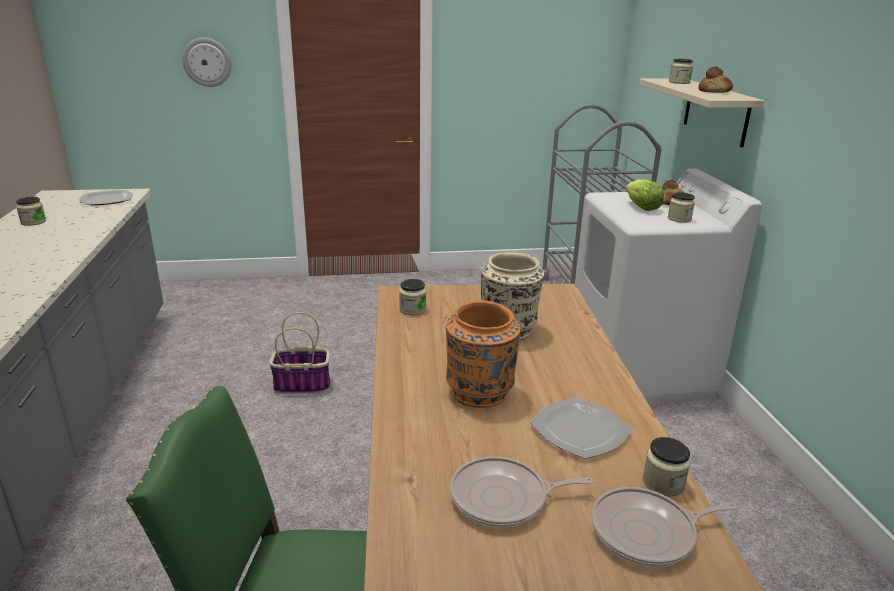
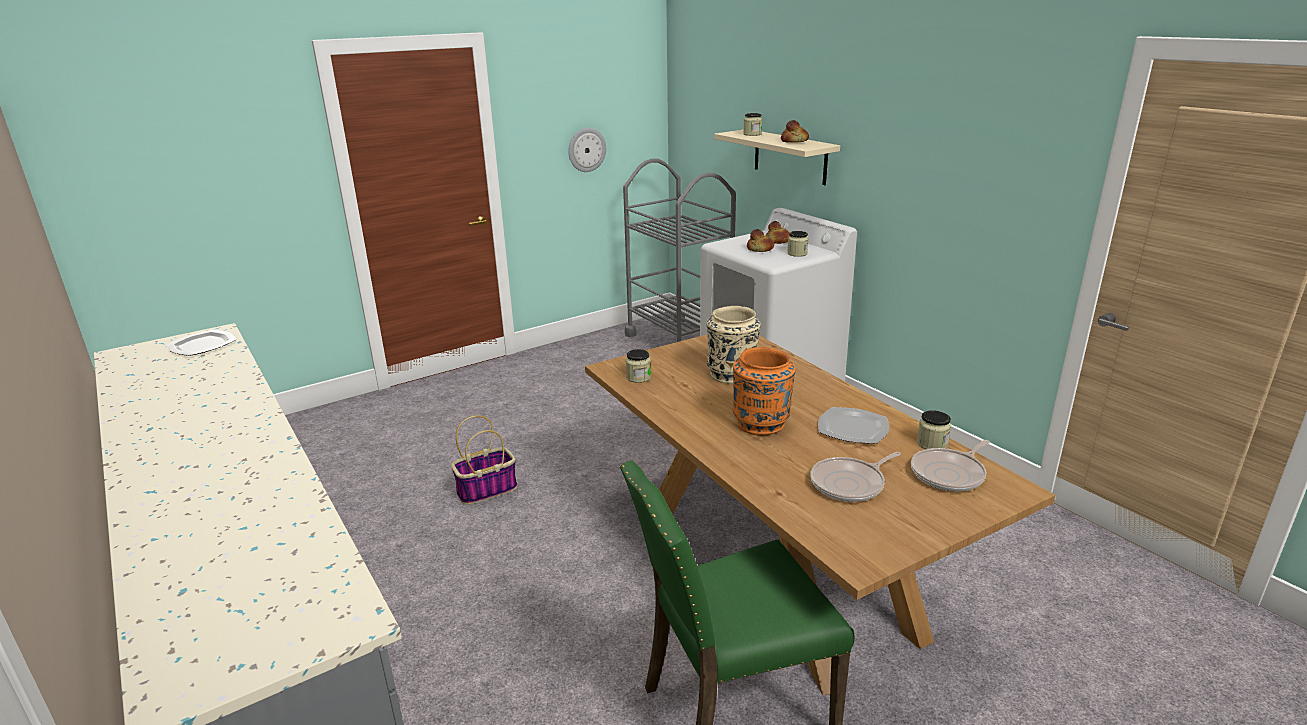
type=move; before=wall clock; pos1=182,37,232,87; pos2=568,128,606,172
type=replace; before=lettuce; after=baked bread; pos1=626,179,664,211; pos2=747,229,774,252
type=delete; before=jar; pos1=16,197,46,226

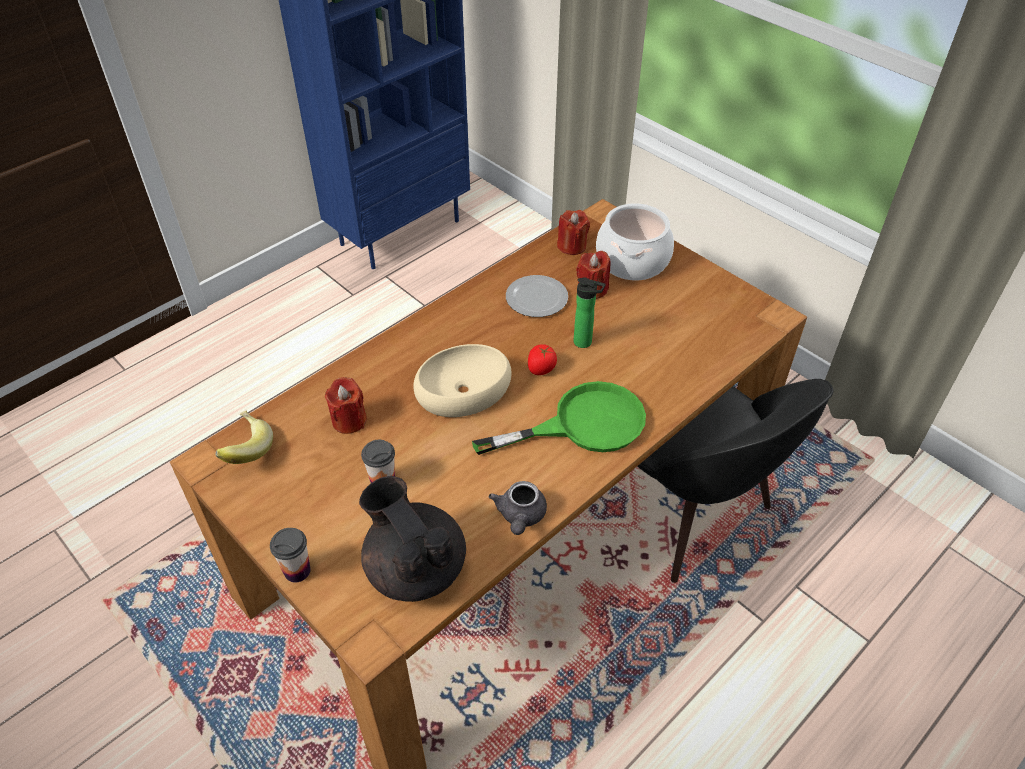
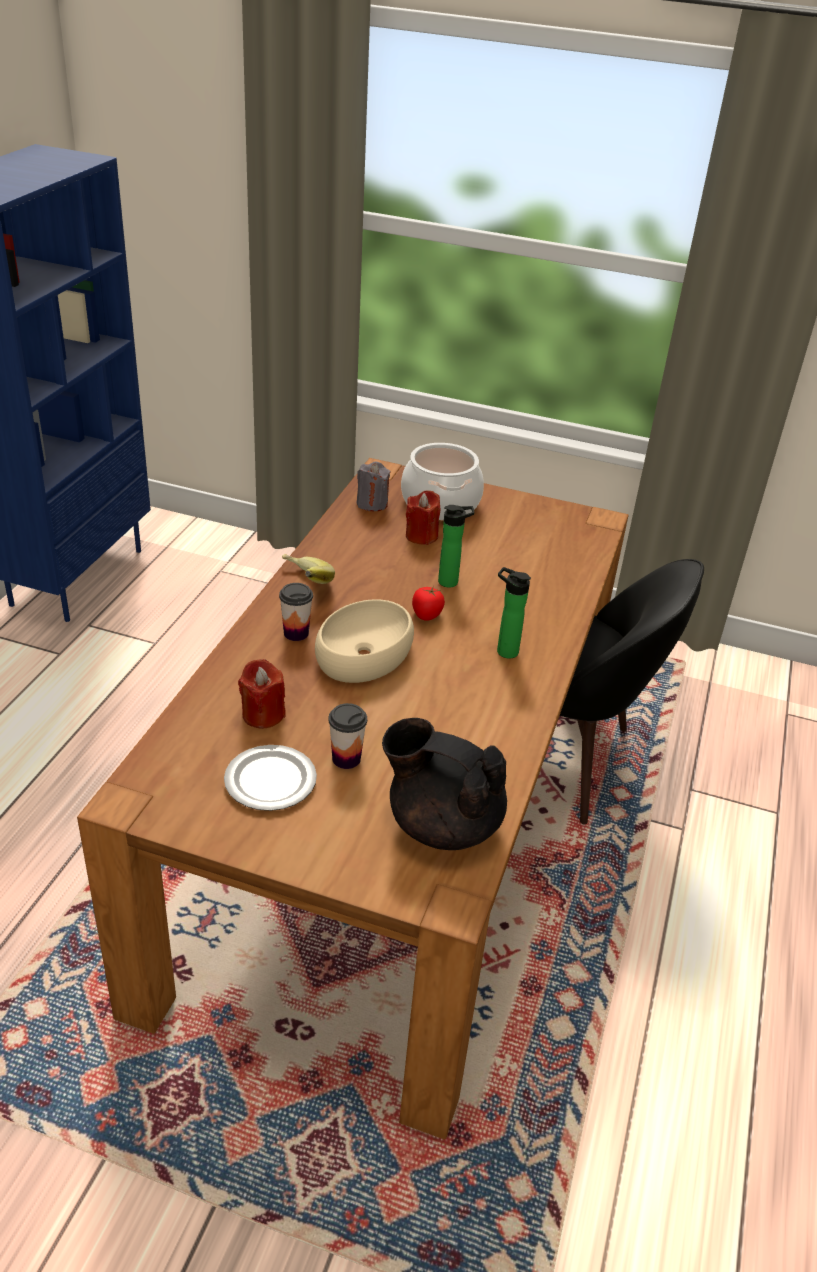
type=recolor; before=wax candle (red-coloured); after=wax candle (gray); pos1=557,210,590,255; pos2=357,461,390,511
type=move; before=flat dish; pos1=506,275,568,317; pos2=224,745,317,811
type=replace; before=skillet (green); after=bottle; pos1=472,381,646,455; pos2=497,567,531,658
type=move; before=banana fruit; pos1=215,410,273,464; pos2=282,554,335,584
type=delete; before=teapot (gray); pos1=488,481,547,535
type=move; before=drinking cup; pos1=270,528,311,582; pos2=279,583,313,641

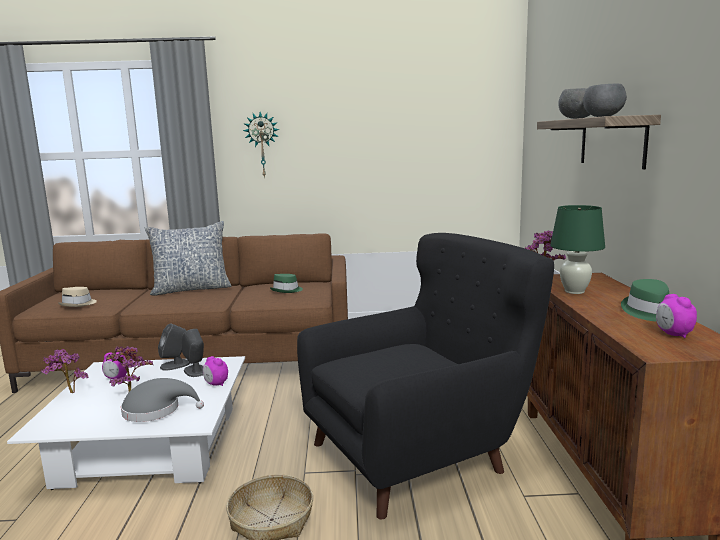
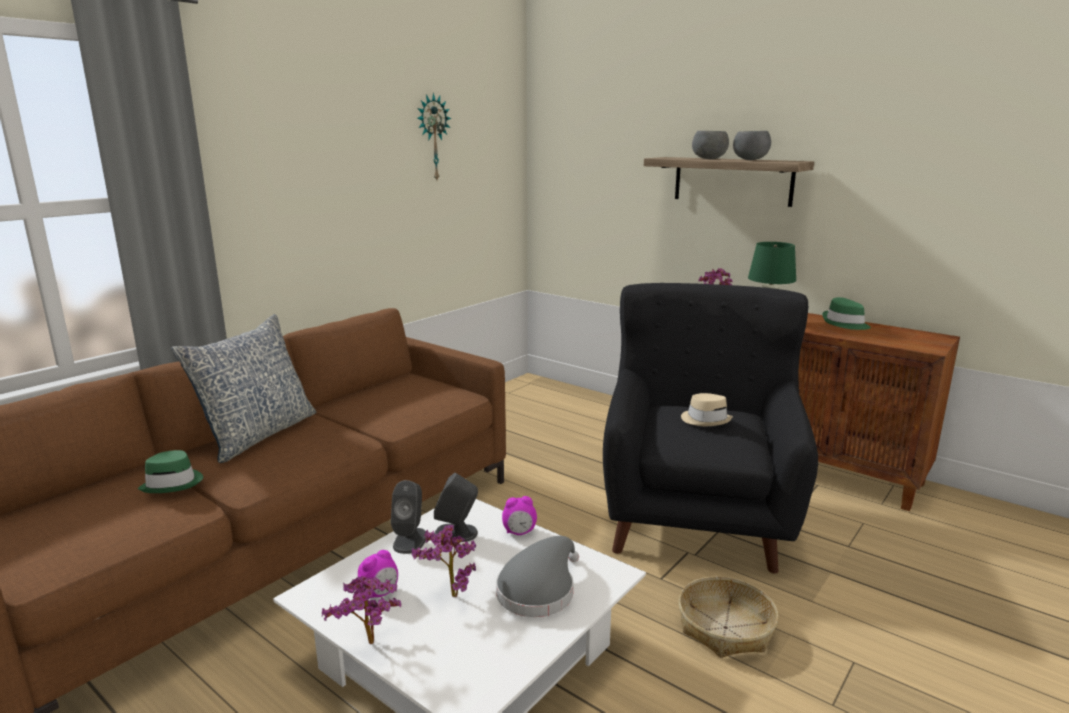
type=move; before=wall clock; pos1=243,112,279,178; pos2=417,93,451,180
type=move; before=hat (green); pos1=270,274,303,293; pos2=138,450,203,493
type=move; before=hat (sand-coloured); pos1=58,287,97,307; pos2=681,393,733,426
type=delete; before=bedside clock; pos1=656,294,697,338

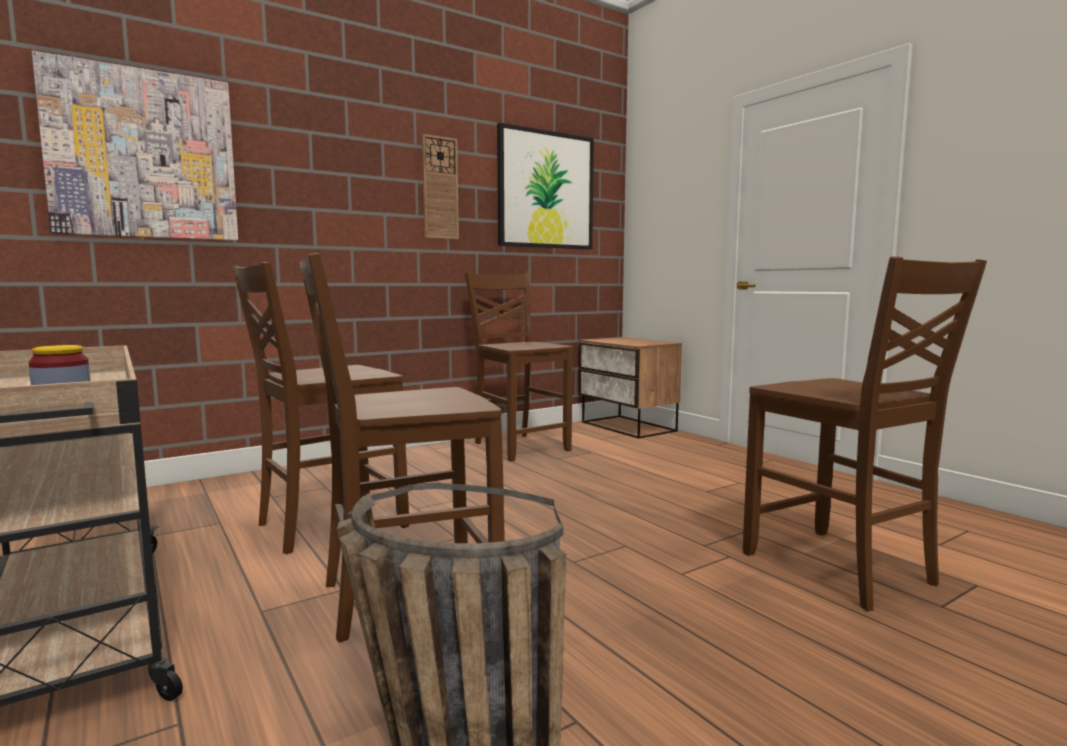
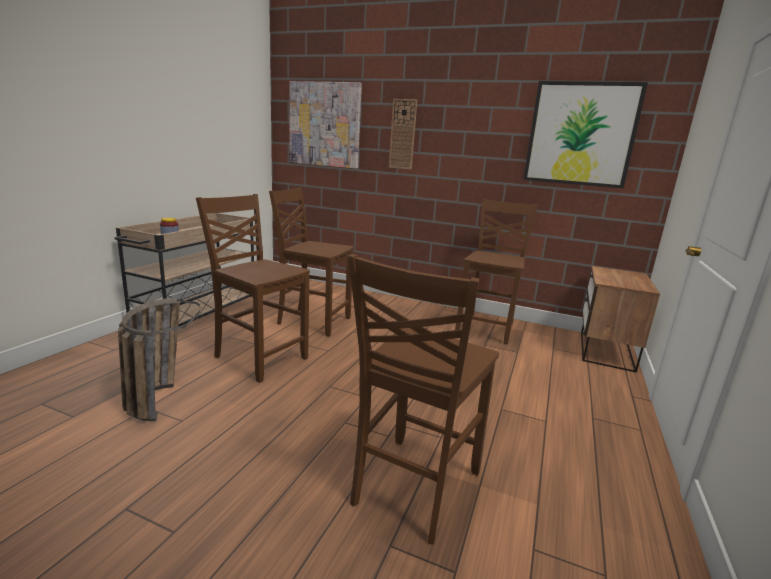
type=move; before=wall clock; pos1=422,134,459,239; pos2=389,99,417,170

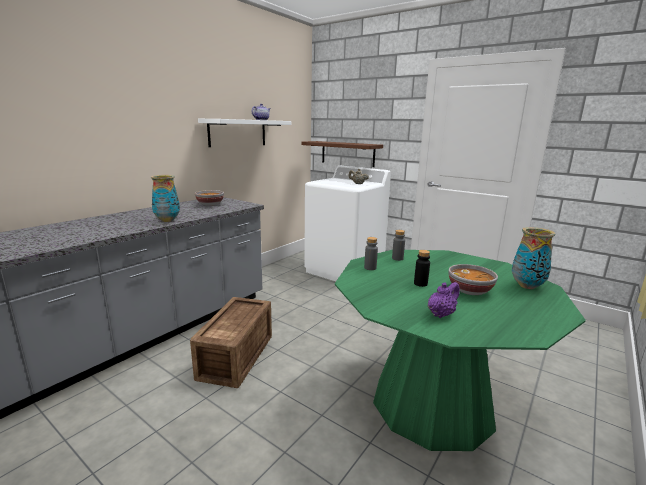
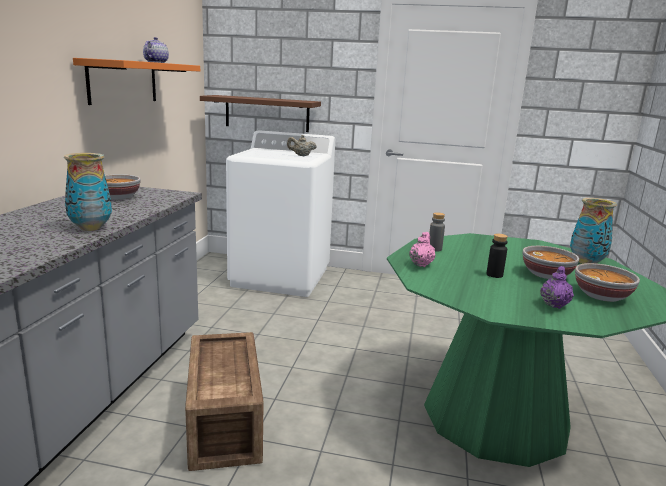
type=recolor; before=shelf (white); after=shelf (orangey); pos1=198,119,291,147; pos2=73,58,200,105
type=replace; before=bottle (gray); after=teapot (pinkish); pos1=364,237,378,270; pos2=409,232,435,267
type=insert; after=deep dish; pos2=575,263,640,302

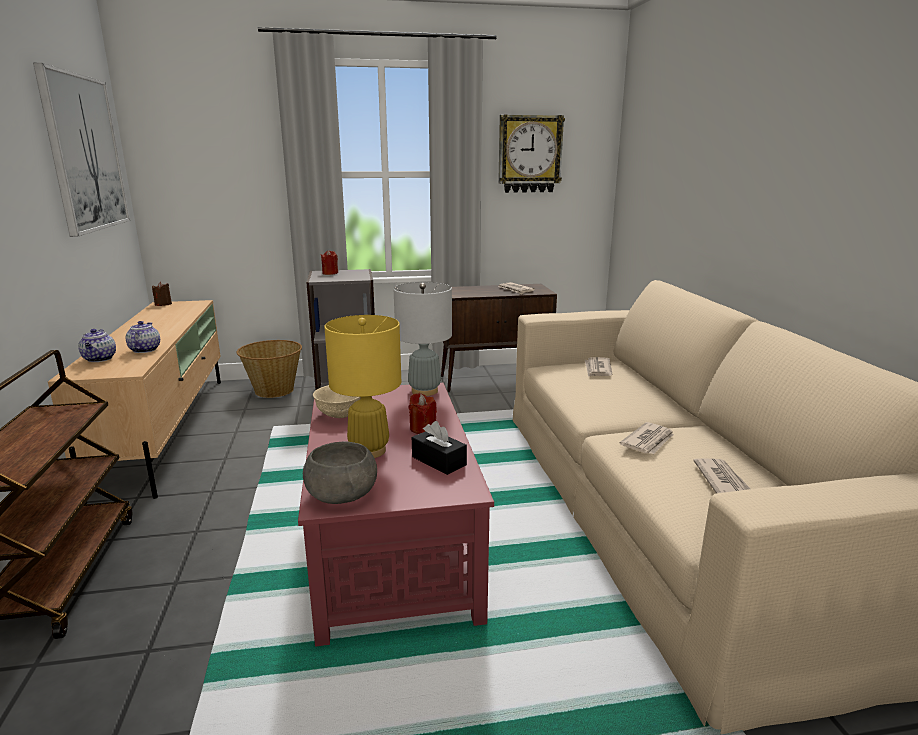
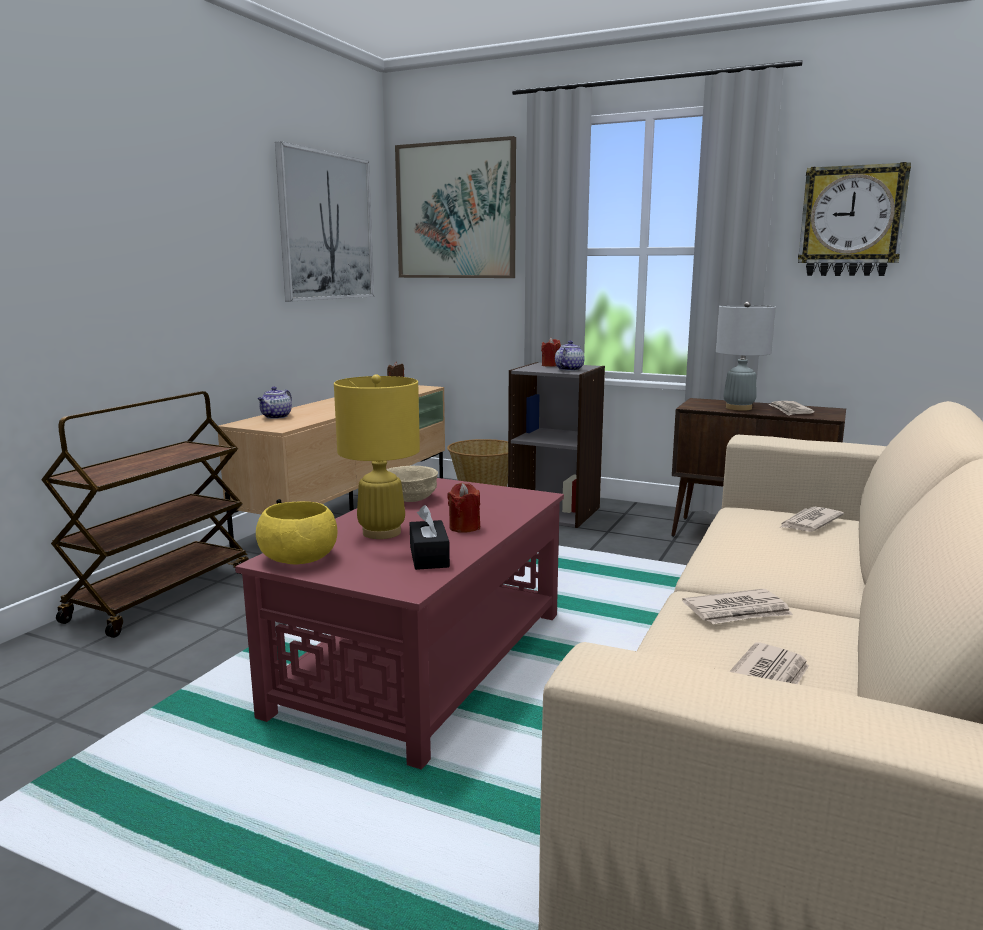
type=move; before=tabletop lamp (gray); pos1=394,282,452,396; pos2=716,301,776,411
type=move; before=teapot; pos1=126,321,160,353; pos2=555,341,585,371
type=recolor; before=deep dish (gray); after=deep dish (yellowish); pos1=303,442,377,504; pos2=256,501,337,565
type=insert; after=picture; pos2=395,136,516,278

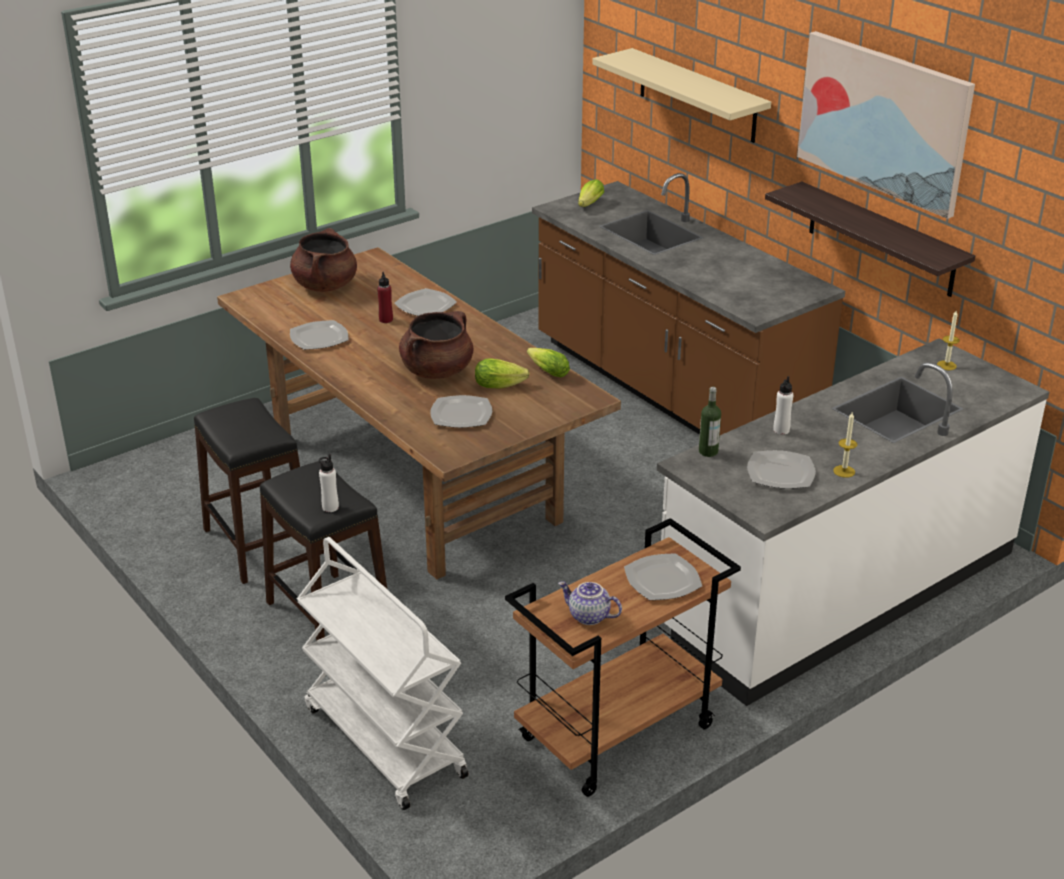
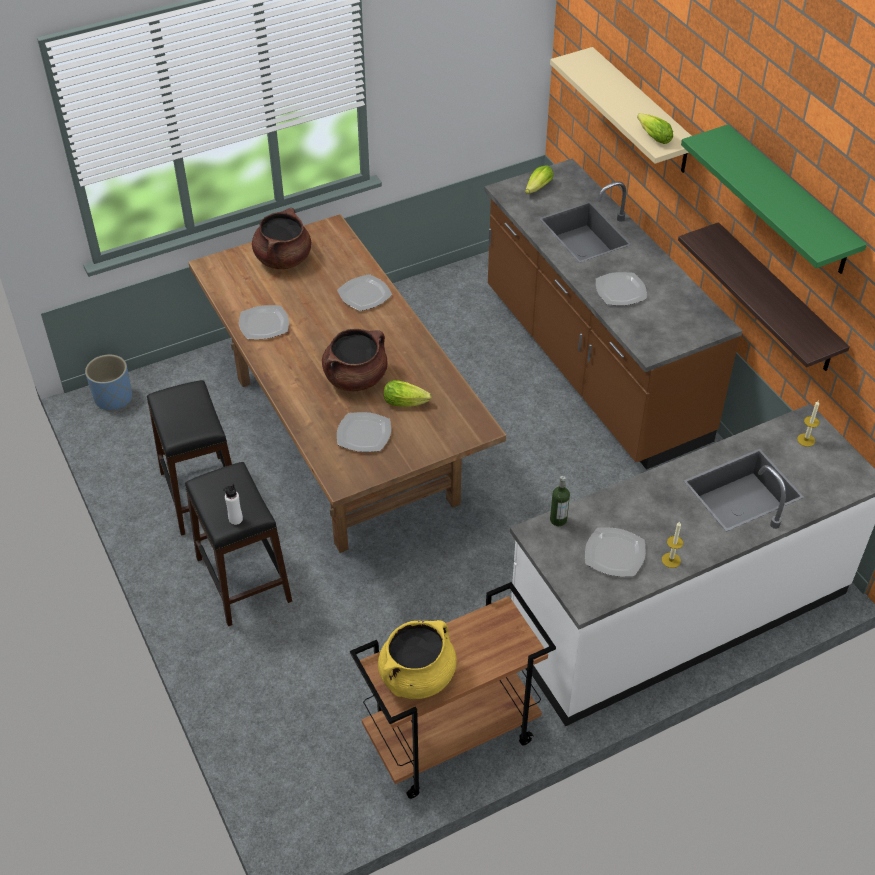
type=replace; before=picture; after=shelf (green); pos1=797,31,975,219; pos2=681,124,867,274
type=delete; before=bottle (red-coloured); pos1=377,272,393,323
type=move; before=lettuce; pos1=527,348,570,377; pos2=637,113,673,144
type=delete; before=bottle (white); pos1=773,376,794,435
type=delete; before=trolley (white); pos1=297,537,468,810
type=move; before=flat dish; pos1=624,553,702,600; pos2=596,272,647,305
type=replace; before=teapot; after=cooking pot (yellowish); pos1=558,581,622,625; pos2=378,620,457,699
type=insert; after=flower pot (bluish); pos2=85,355,132,412

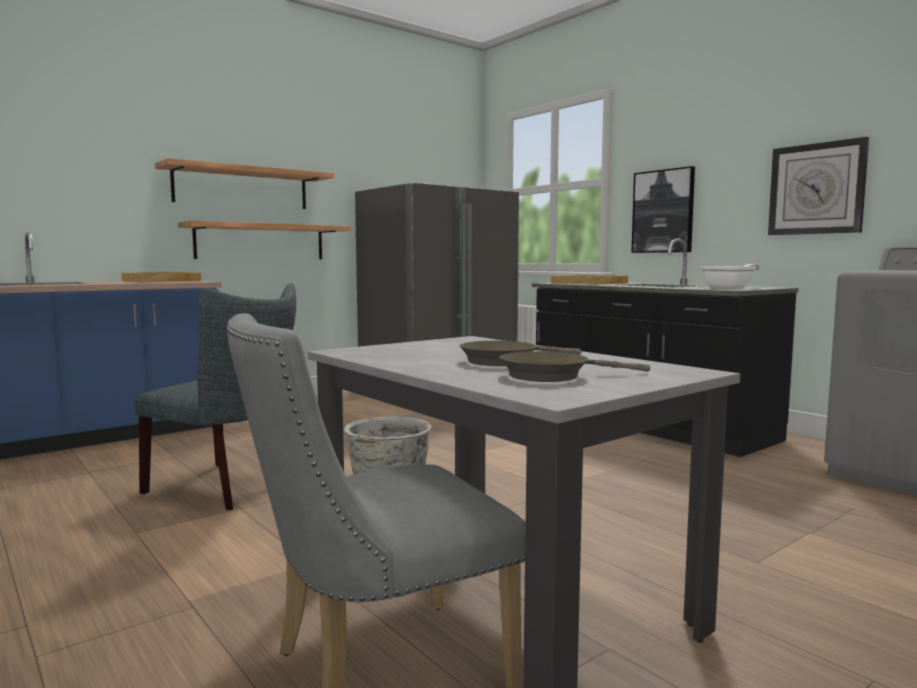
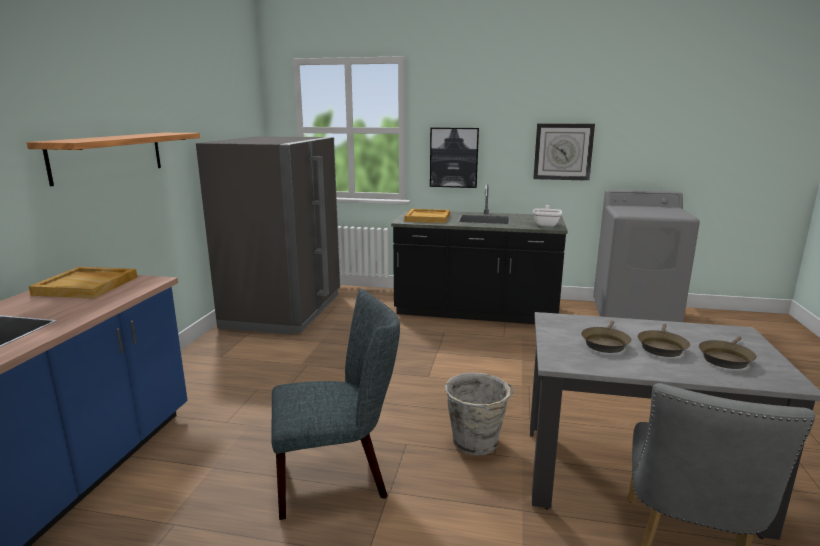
type=delete; before=shelf; pos1=178,220,350,259
type=insert; after=skillet (brown-coloured); pos2=581,321,631,353

